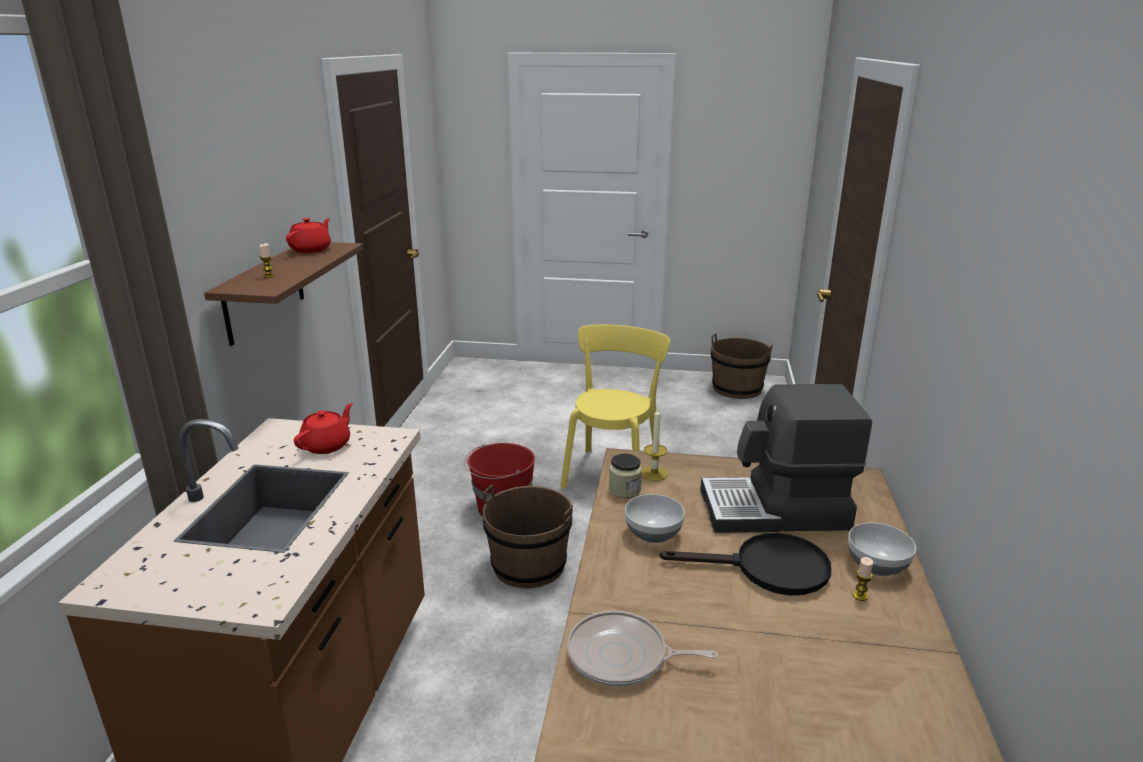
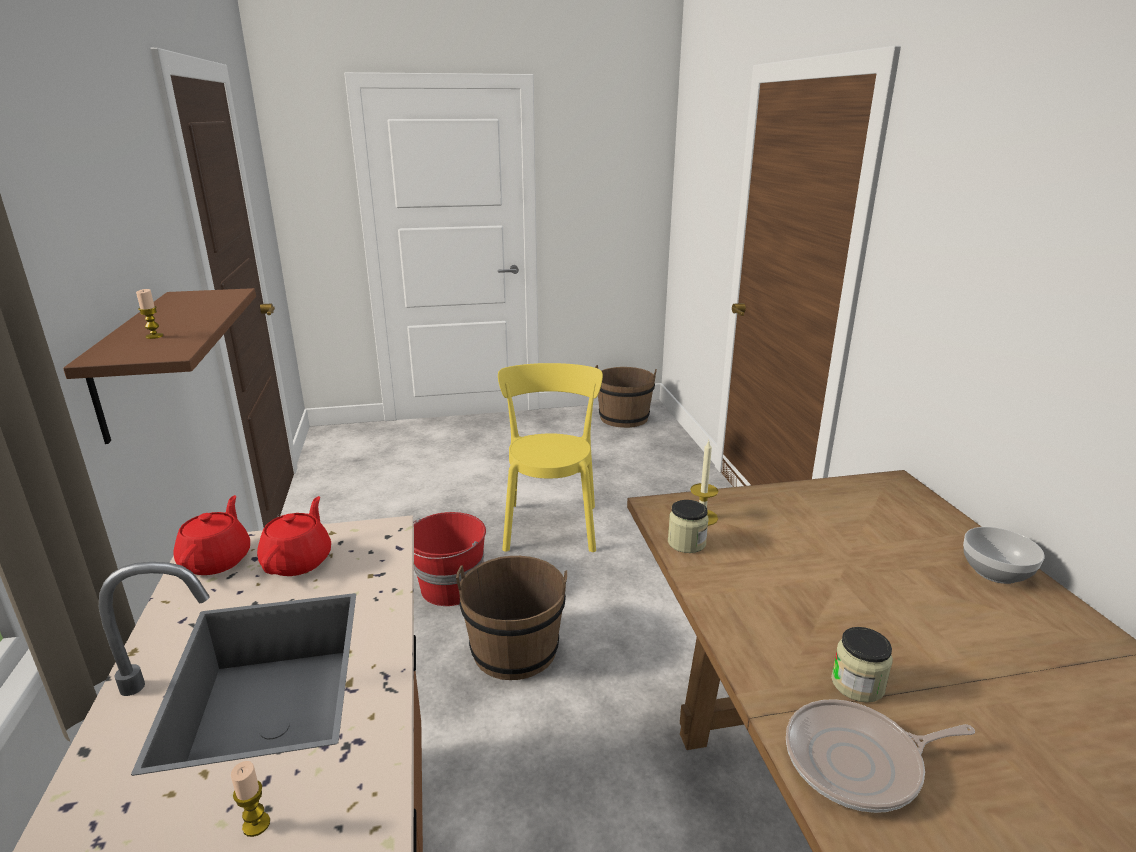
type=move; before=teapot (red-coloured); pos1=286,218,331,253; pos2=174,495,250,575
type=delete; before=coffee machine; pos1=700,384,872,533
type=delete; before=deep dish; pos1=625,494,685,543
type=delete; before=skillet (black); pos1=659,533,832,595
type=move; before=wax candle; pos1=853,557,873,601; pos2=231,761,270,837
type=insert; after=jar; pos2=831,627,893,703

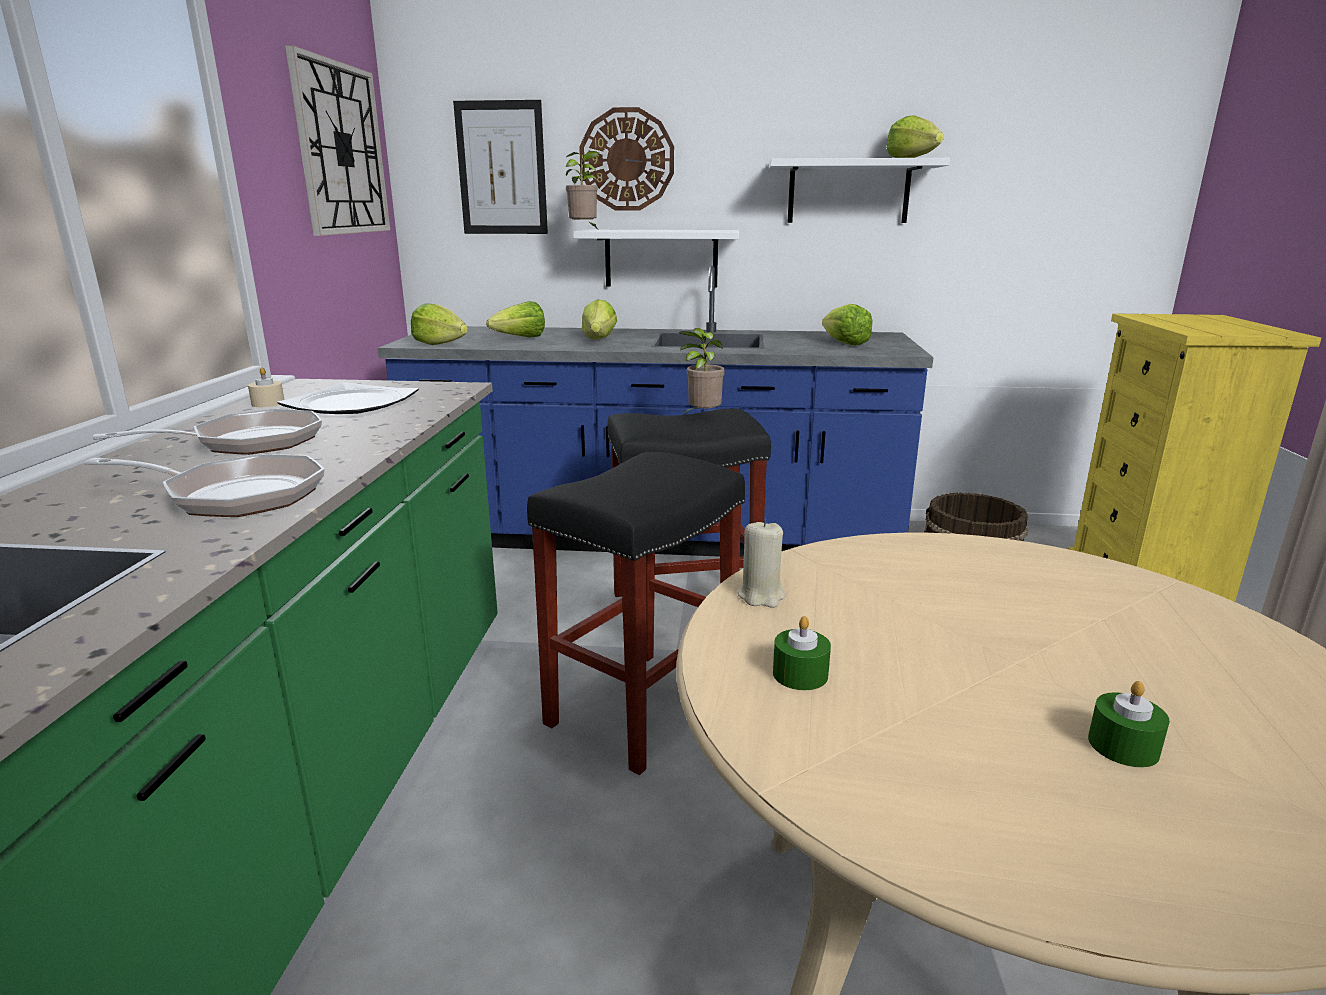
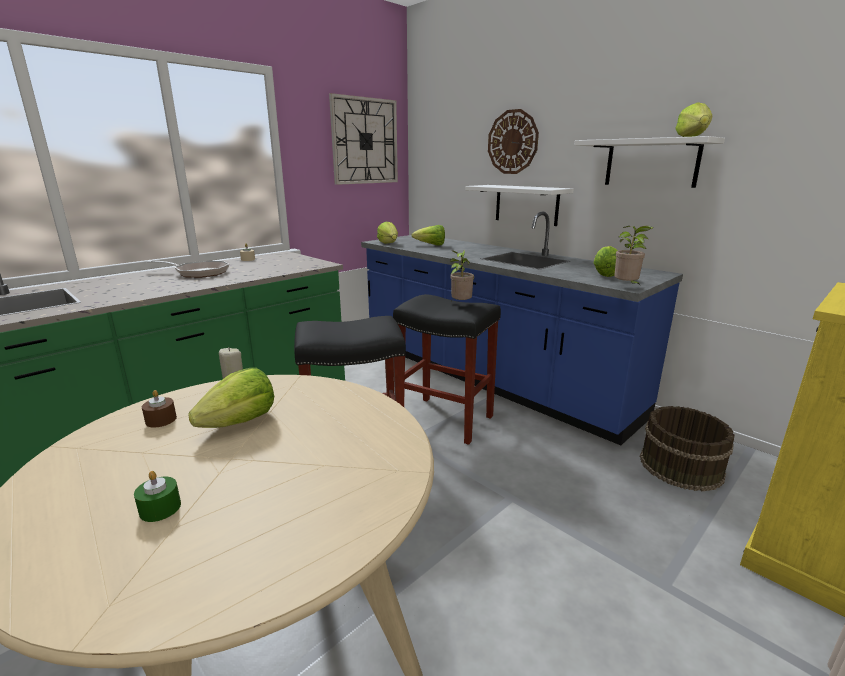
type=delete; before=picture; pos1=453,100,548,234
type=move; before=potted plant; pos1=566,151,599,228; pos2=614,226,653,285
type=move; before=lettuce; pos1=582,299,617,339; pos2=188,368,274,428
type=delete; before=flat dish; pos1=278,382,419,414
type=delete; before=skillet; pos1=84,454,325,517
type=recolor; before=wax candle (green); after=wax candle (brown-coloured); pos1=773,616,831,690; pos2=142,390,177,428

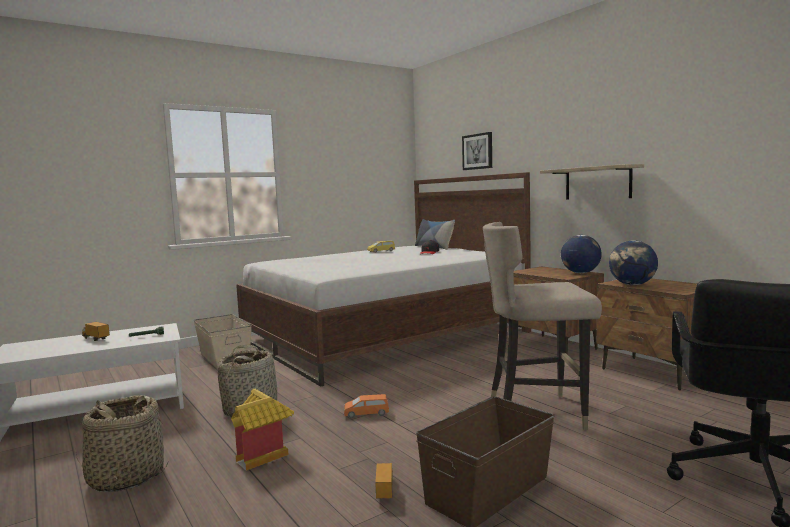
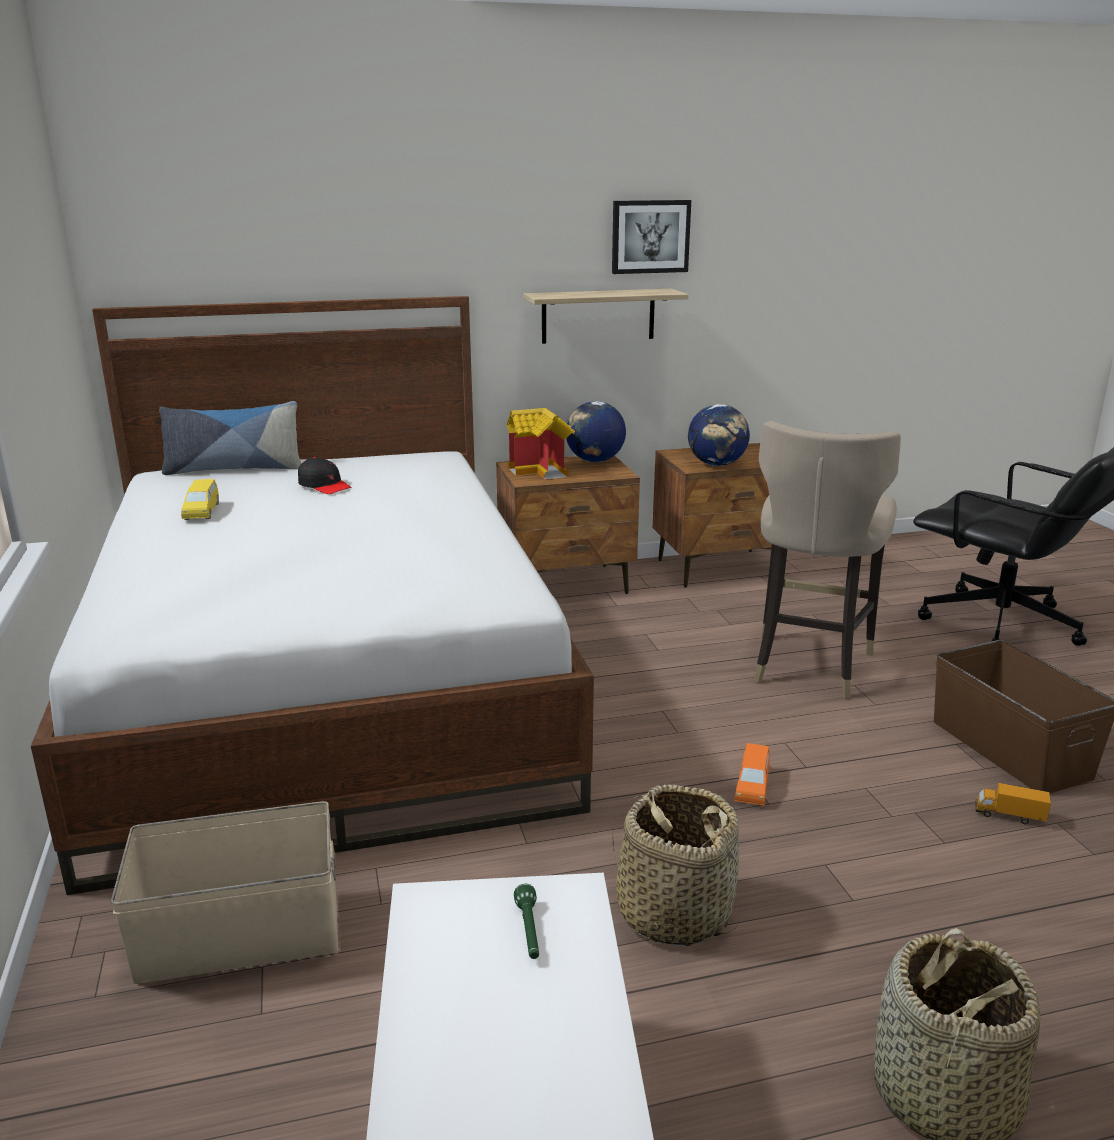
type=move; before=picture; pos1=462,132,492,170; pos2=612,200,691,274
type=delete; before=model truck; pos1=82,322,110,341
type=move; before=toy house; pos1=231,389,294,471; pos2=507,408,575,479

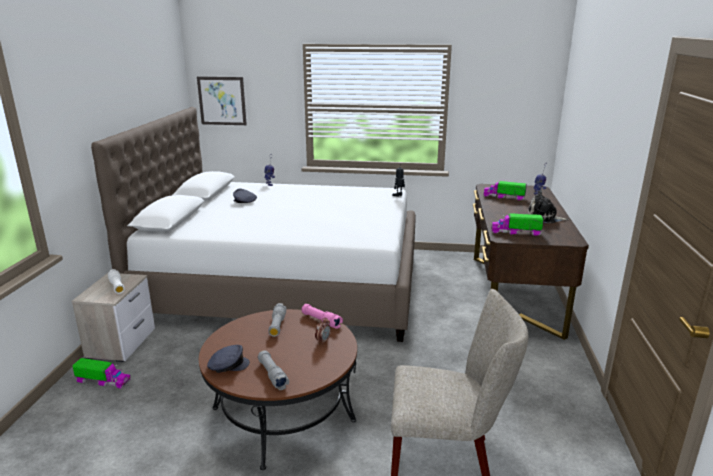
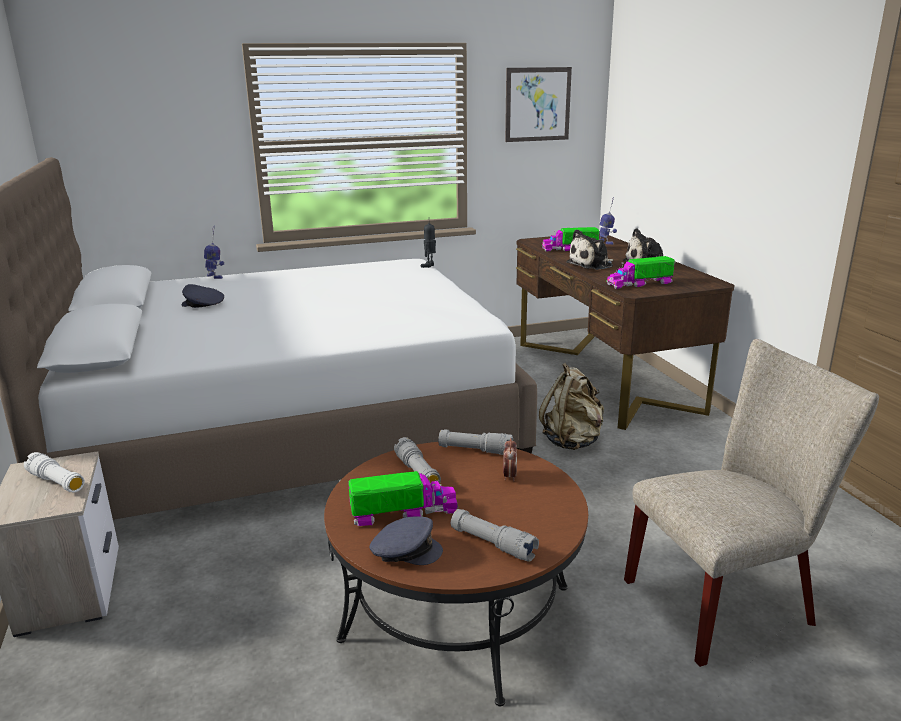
type=move; before=picture; pos1=197,76,247,125; pos2=505,67,572,142
type=recolor; before=torch (pinkish); after=torch (gray); pos1=302,304,343,329; pos2=438,429,513,455
type=rotate; before=cap (gray); pos1=207,345,250,373; pos2=369,516,443,565; turn=45
type=move; before=model truck; pos1=72,358,131,389; pos2=348,471,459,526
type=insert; after=soft toy; pos2=566,229,614,270
type=insert; after=rucksack (sand-coloured); pos2=539,363,604,450

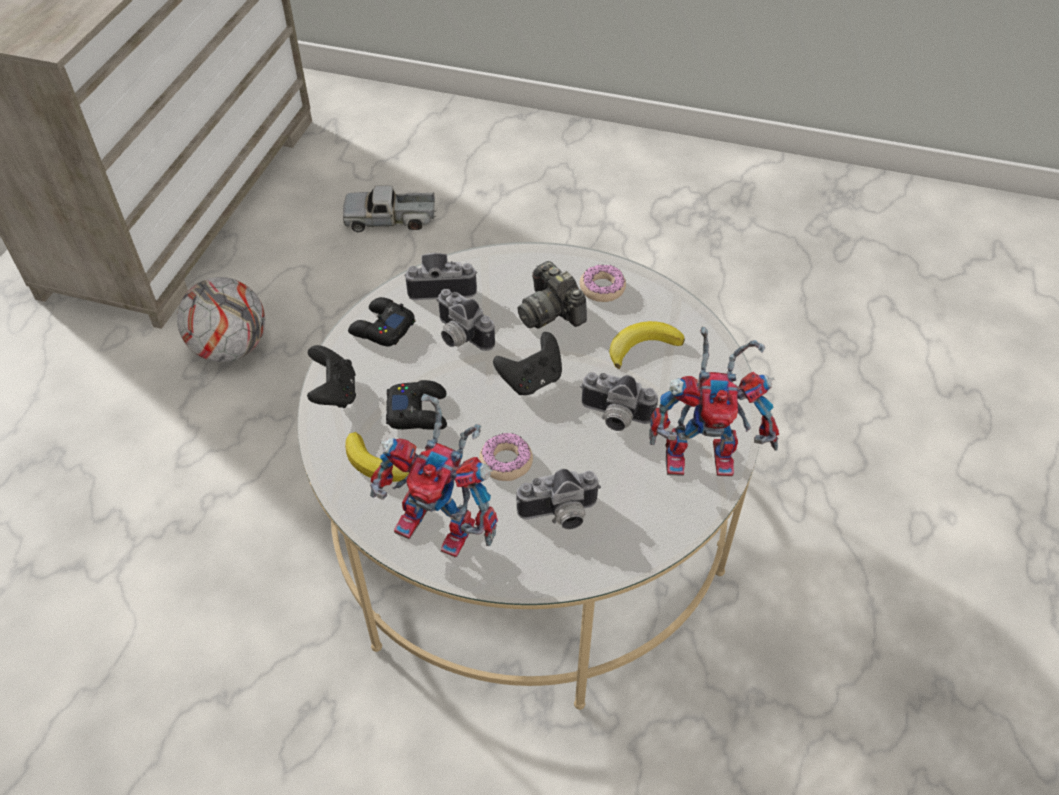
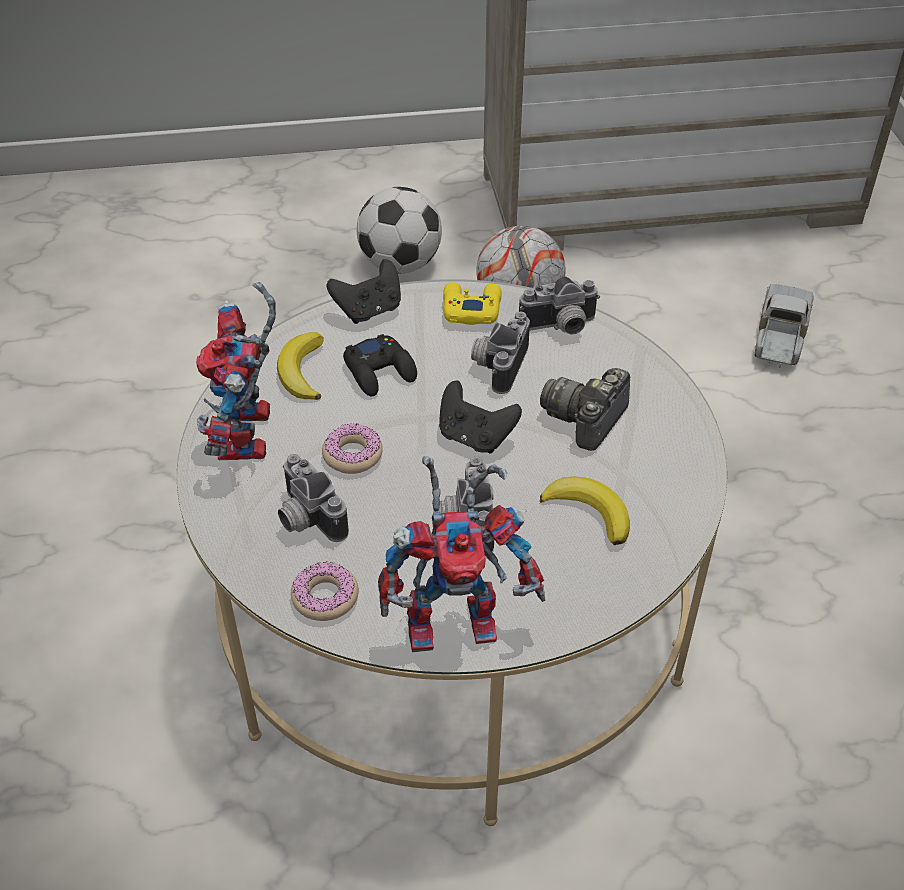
type=rotate; before=model truck; pos1=343,186,436,232; pos2=755,284,814,368; turn=45
type=rotate; before=still camera; pos1=404,253,477,300; pos2=519,276,600,335; turn=105
type=move; before=ring doughnut; pos1=580,264,626,302; pos2=291,562,359,621
type=recolor; before=gamepad (black); after=gamepad (yellowish); pos1=348,297,415,347; pos2=443,282,502,325
type=rotate; before=toy robot; pos1=649,327,779,477; pos2=378,456,545,652; turn=-75
type=insert; after=football; pos2=357,187,442,274

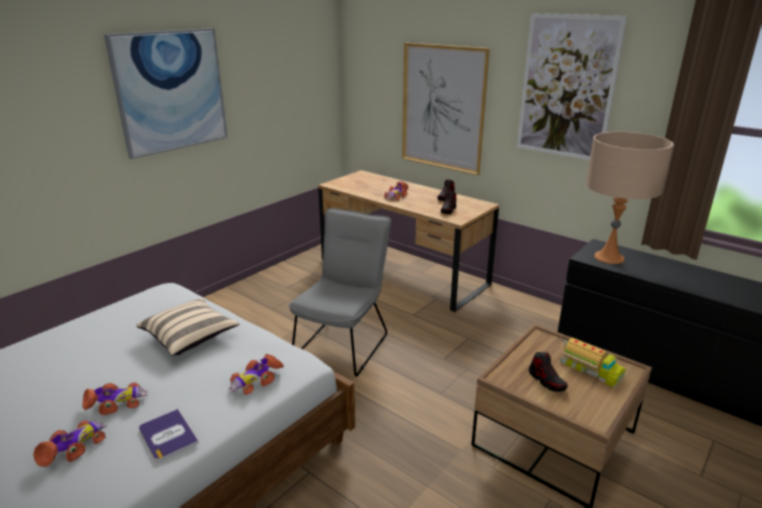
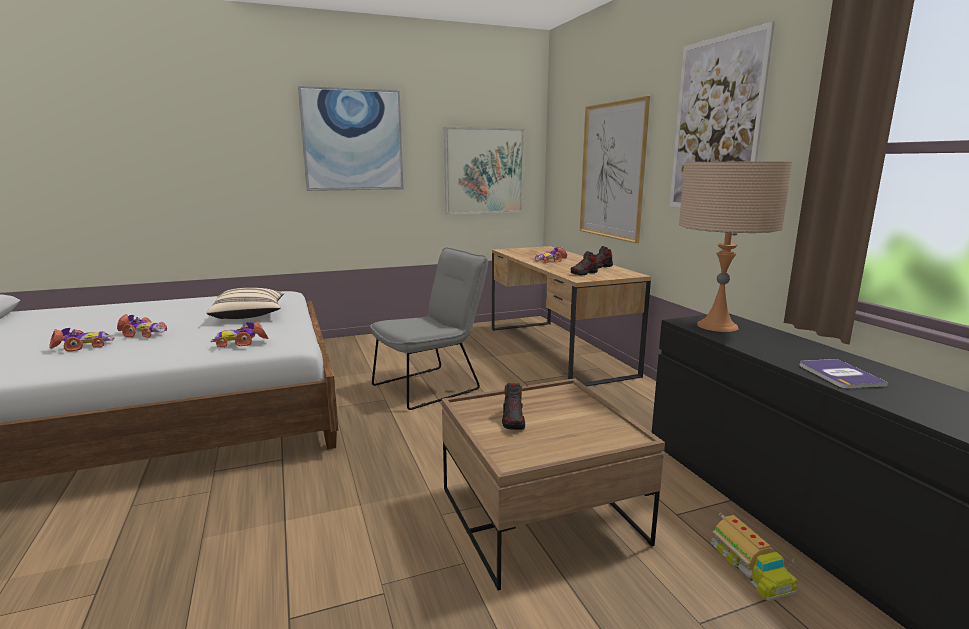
type=move; before=model truck; pos1=560,337,626,387; pos2=711,513,798,601
type=move; before=bound book; pos1=139,409,199,462; pos2=799,359,888,389
type=insert; after=picture; pos2=444,127,524,214

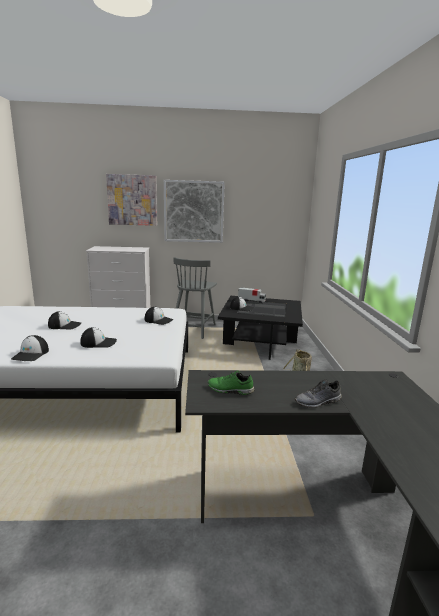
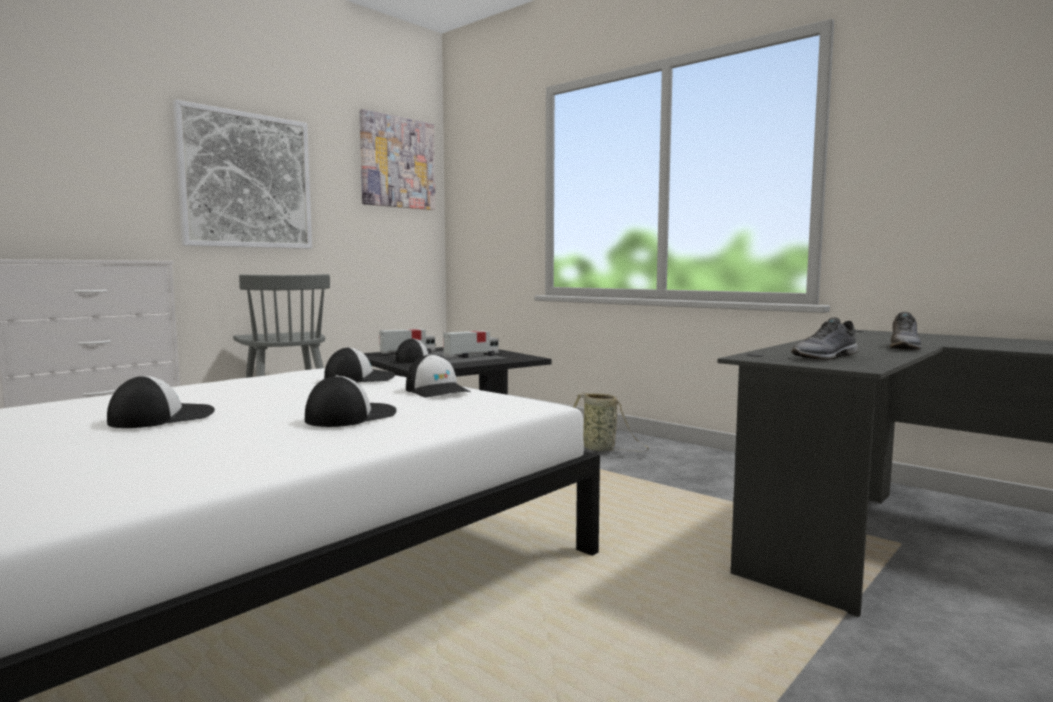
type=move; before=picture; pos1=106,174,157,226; pos2=359,109,435,210
type=move; before=cap; pos1=11,335,49,361; pos2=406,354,471,398
type=recolor; before=low shoe (green); after=low shoe (gray); pos1=208,370,254,395; pos2=791,317,858,360
type=insert; after=model truck; pos2=443,331,499,358

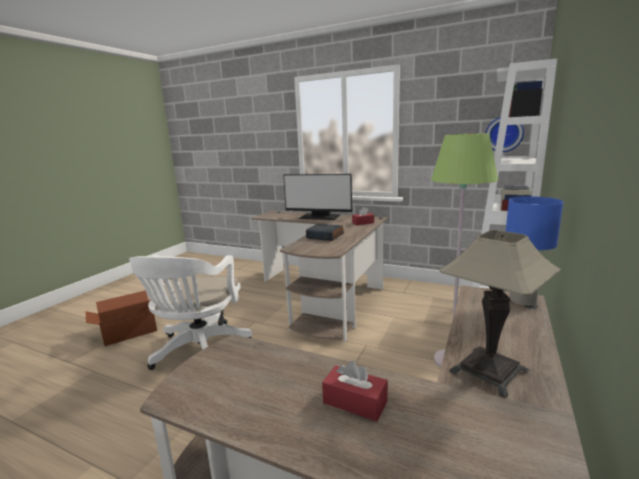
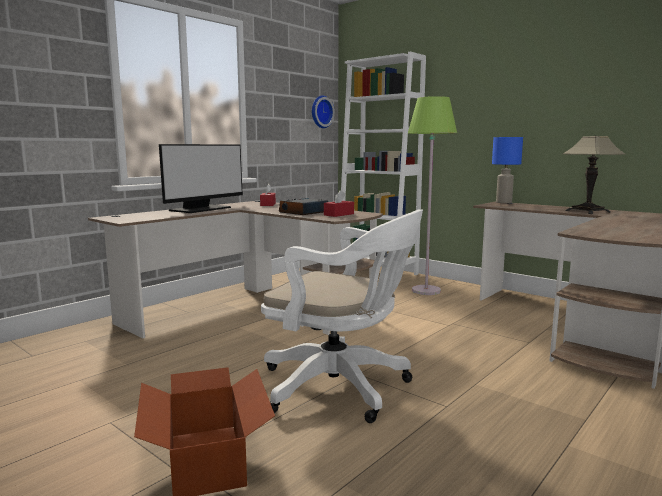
type=move; before=tissue holder (red-coloured); pos1=322,361,388,421; pos2=324,190,354,217

